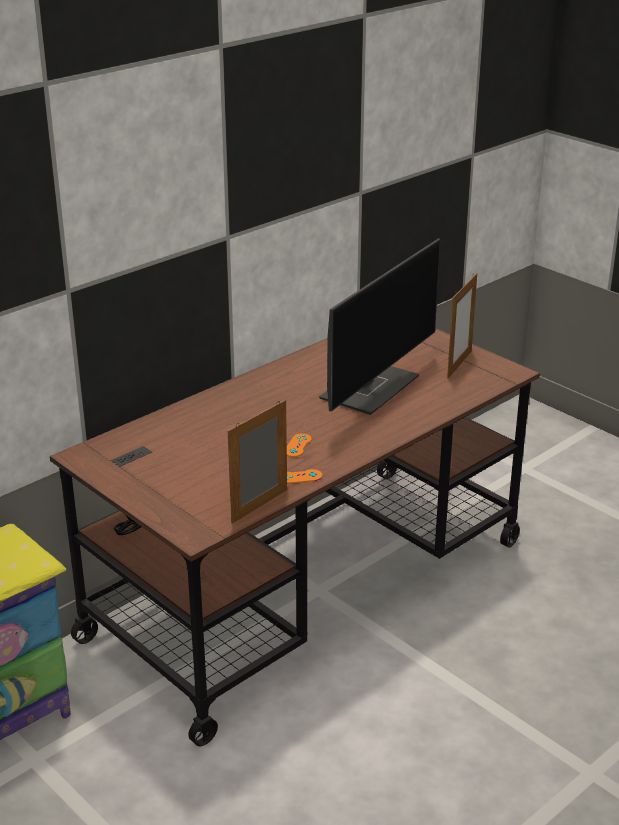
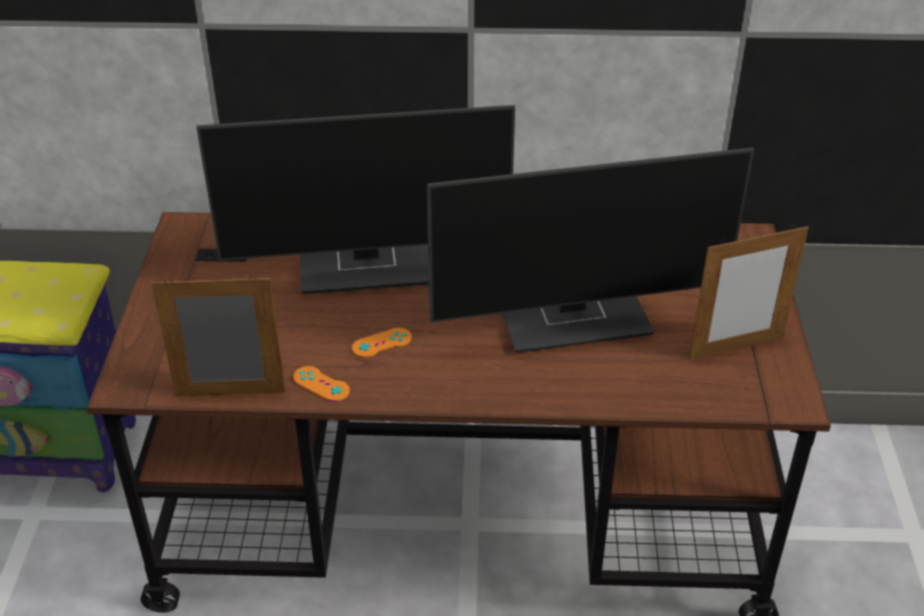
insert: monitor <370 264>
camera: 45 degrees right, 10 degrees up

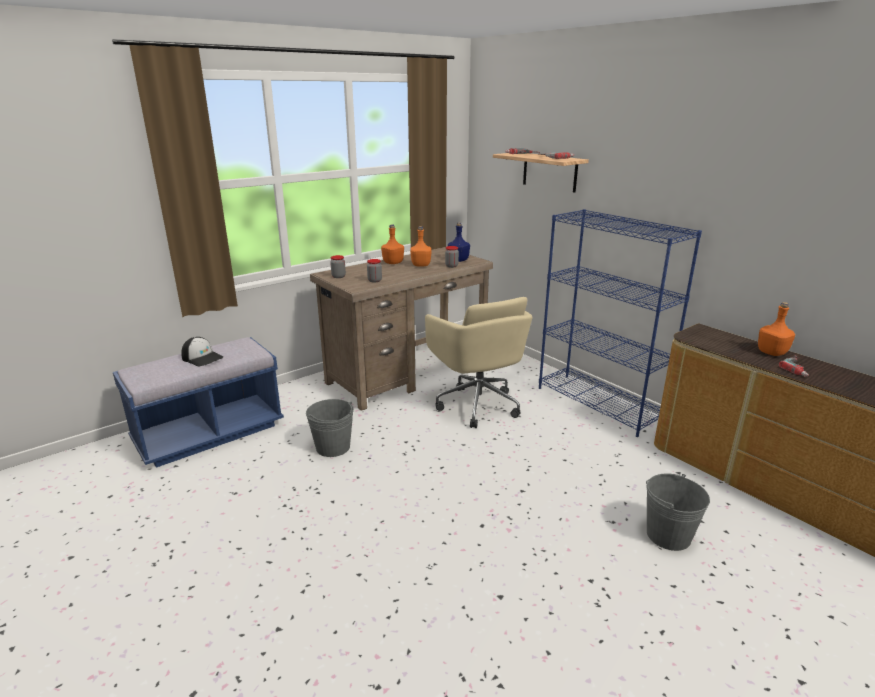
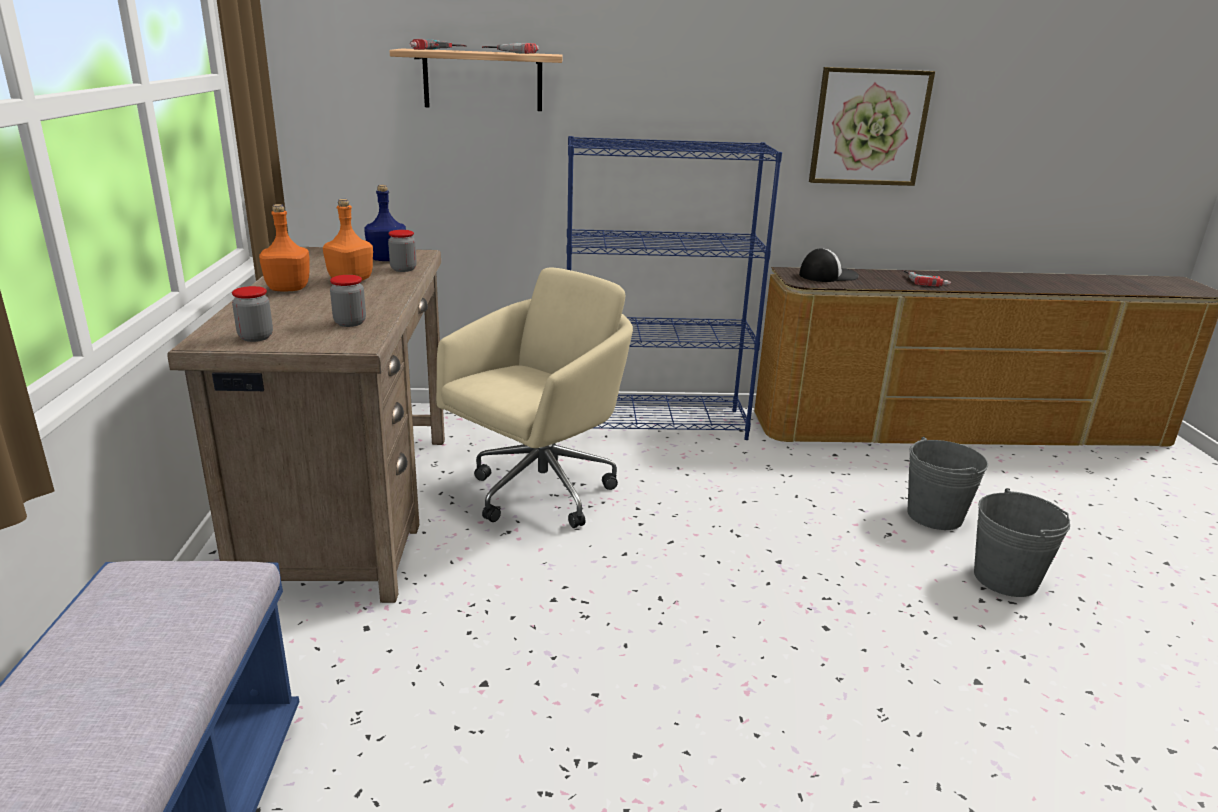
delete: orangey bottle <772 353>
insert: wall art <869 127>
move: cap <202 358> to <827 276>; greyish pail <333 447> to <1005 578>
rotate: beige-coloured desk chair <476 404> = <537 496> 60 degrees counterclockwise
camera: 55 degrees left, 0 degrees up

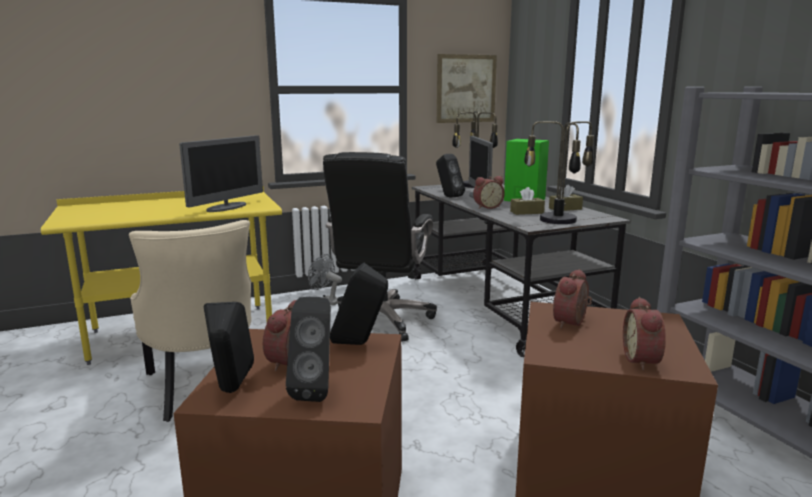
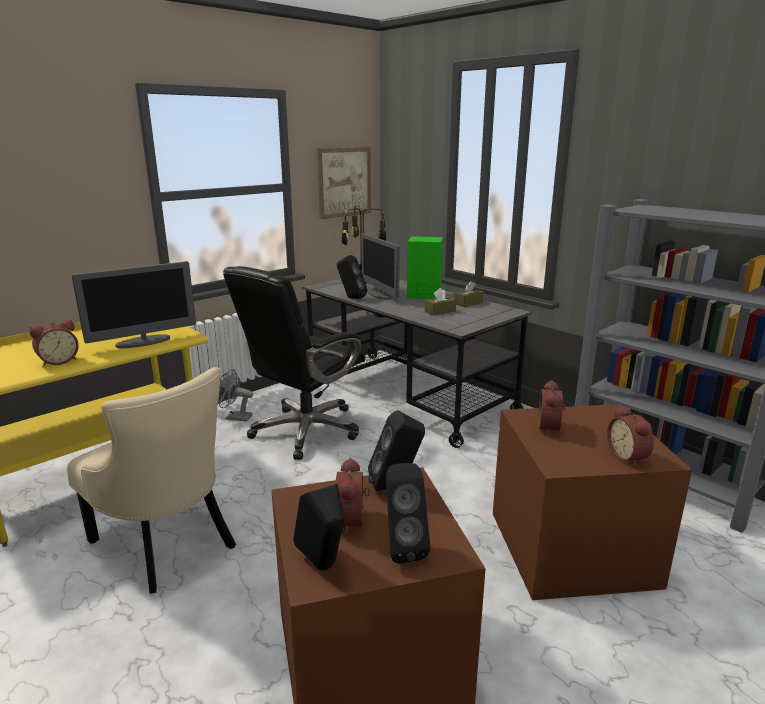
delete: lamp for a table <558 220>
move: table clock <487 207> to <58 361>
rotate: monitor <227 207> = <144 342> 45 degrees clockwise; black desk chair <381 320> = <305 430> 45 degrees clockwise
camera: 20 degrees left, 5 degrees up

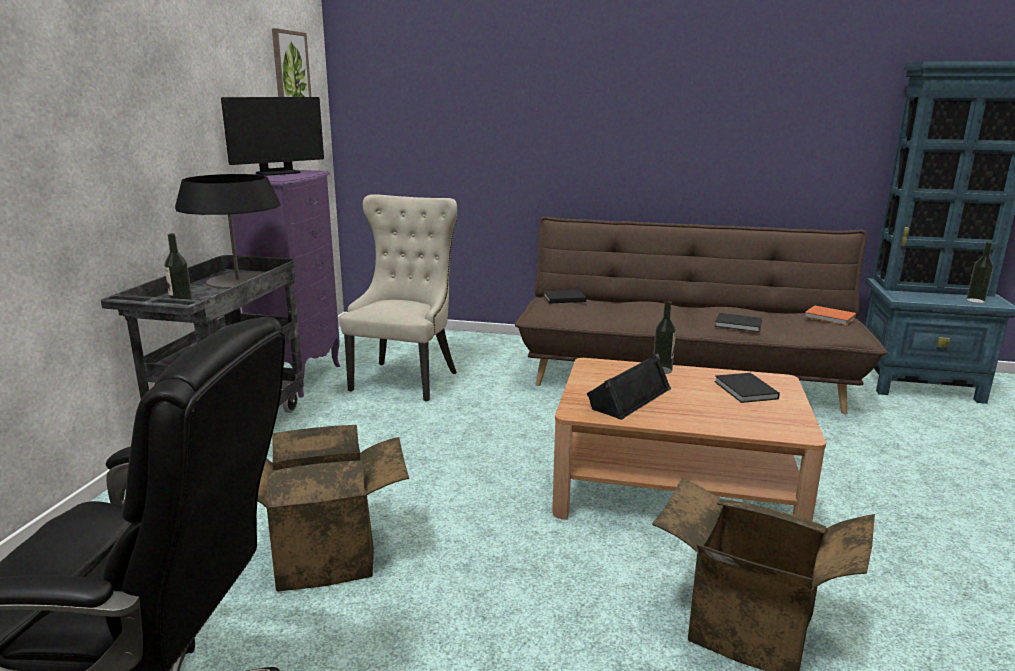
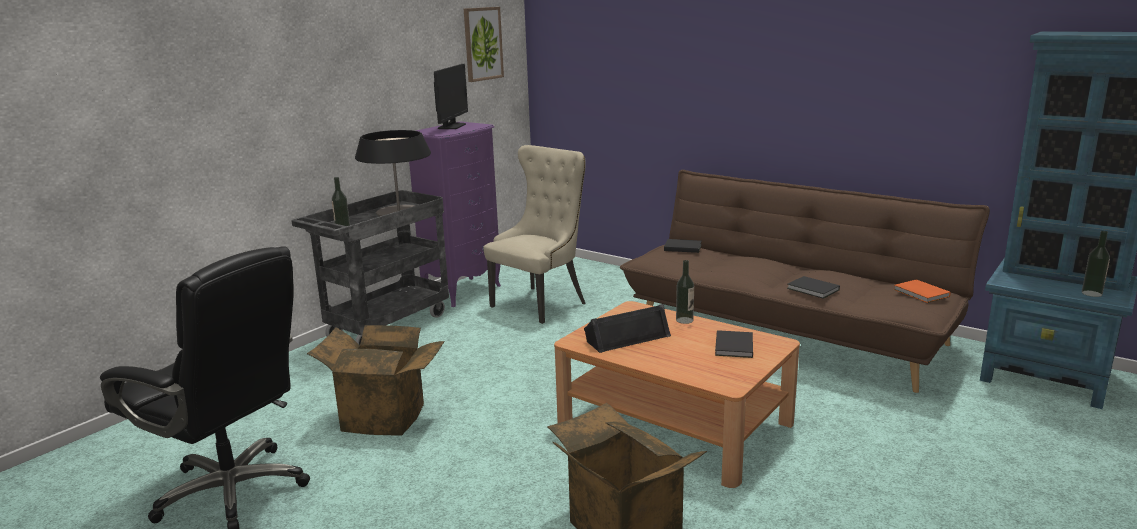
rotate: monitor <278 173> = <451 126> 60 degrees counterclockwise
camera: 25 degrees right, 0 degrees up

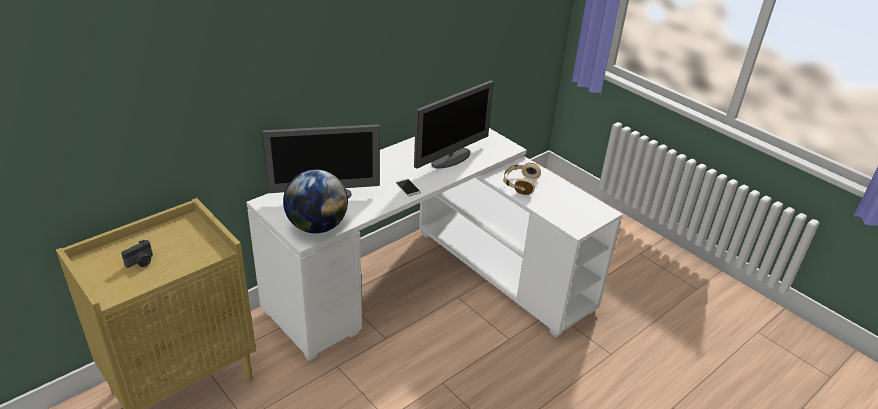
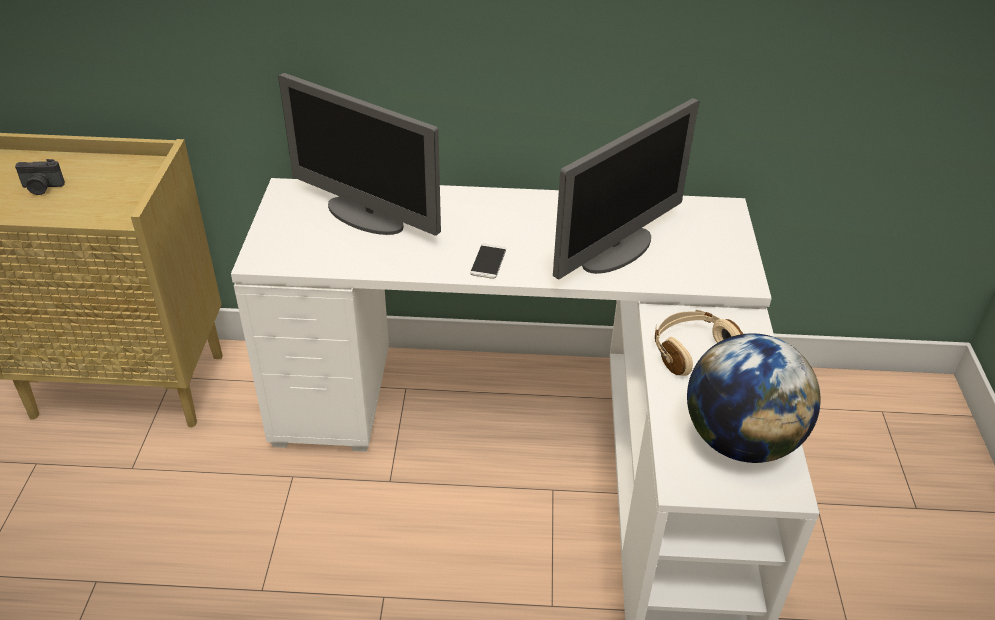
move: globe <317 226> to <740 440>
rotate: monitor <451 158> = <617 251> 45 degrees counterclockwise
camera: 45 degrees right, 5 degrees up

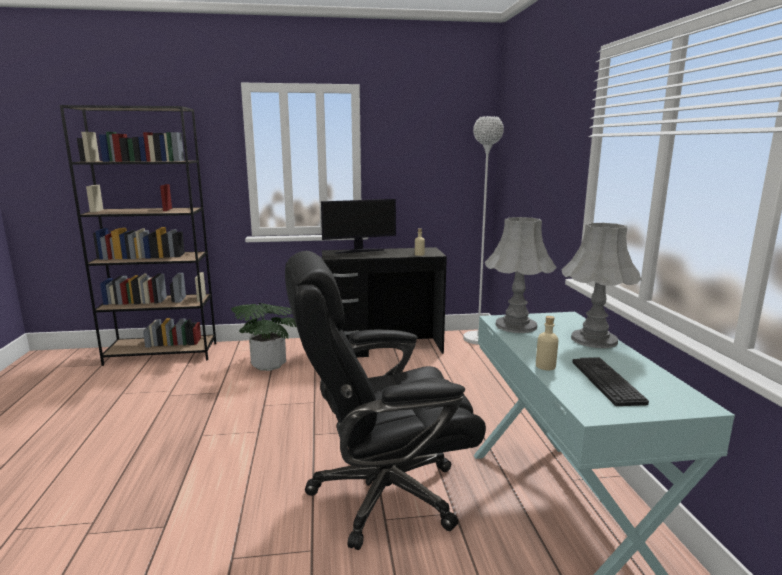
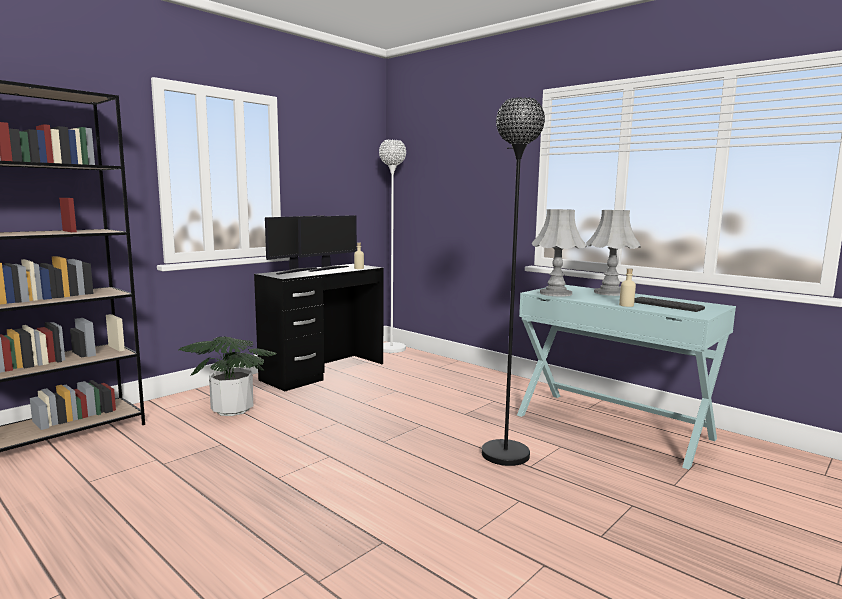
insert: monitor <328 268>
replace: black desk chair <385 494> to black standard lamp <504 454>
camera: 40 degrees left, 5 degrees down

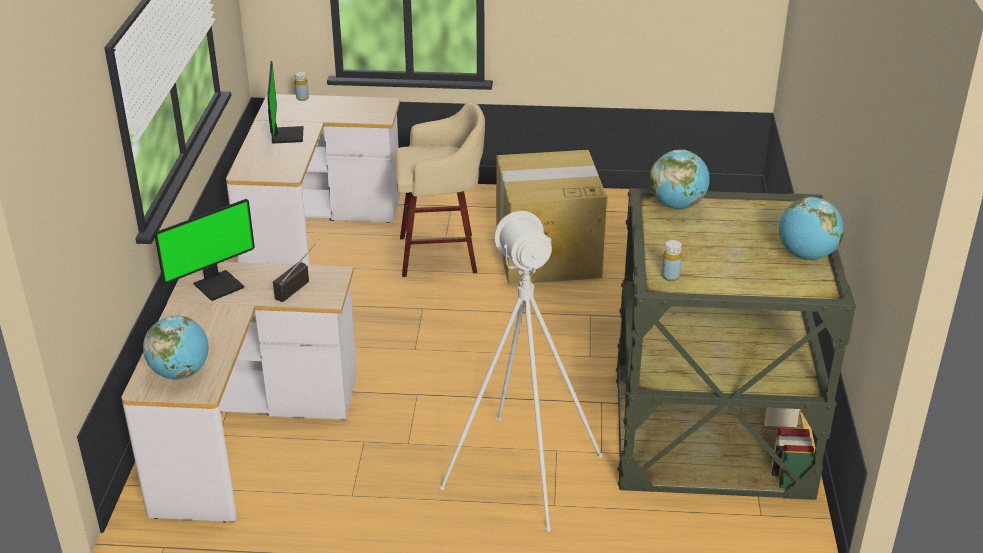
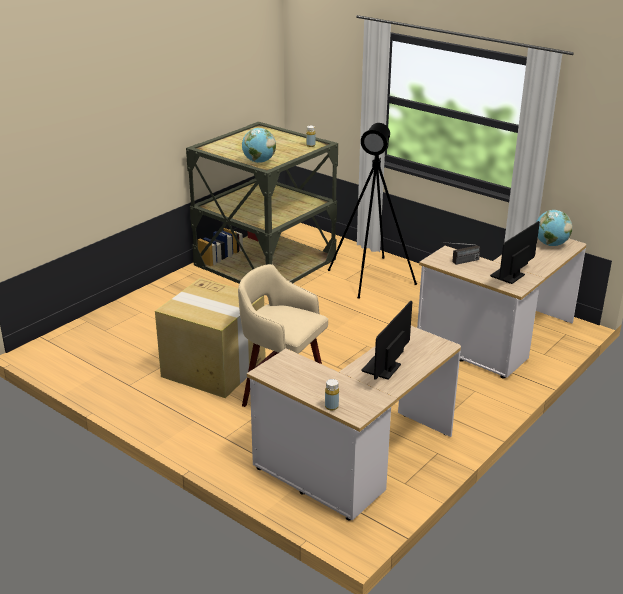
delete: globe <806 255>
recolor: white standard lamp <521 472> to black standard lamp <371 278>
rotate: monitor <218 285> = <508 276> 45 degrees counterclockwise
camera: 145 degrees left, 5 degrees down

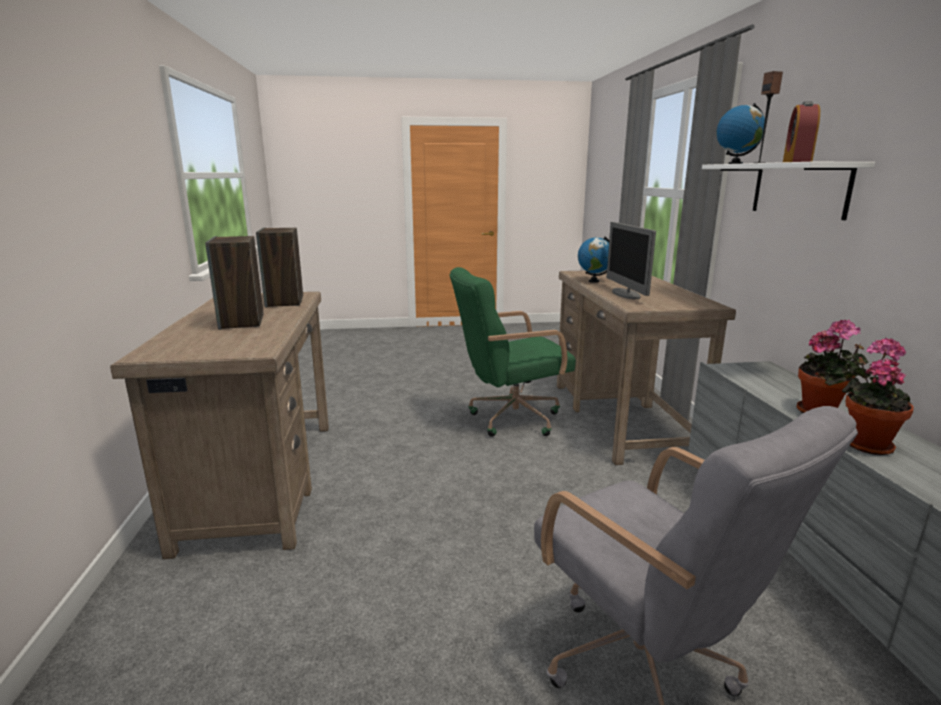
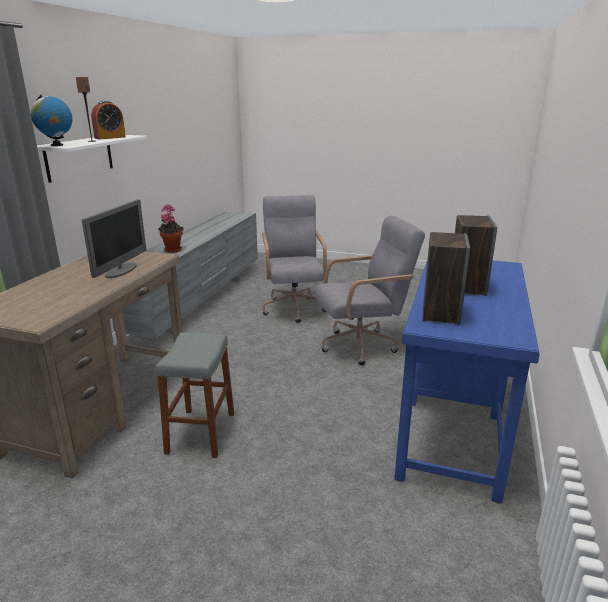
delete: globe <594 281>; houseplant <865 444>
insert: greyish desk chair <362 346>
replace: greenish desk chair <510 420> to greyish stool seat <201 433>
recolor: brownish desk <261 480> to bluish desk <454 424>
camera: 155 degrees left, 5 degrees up

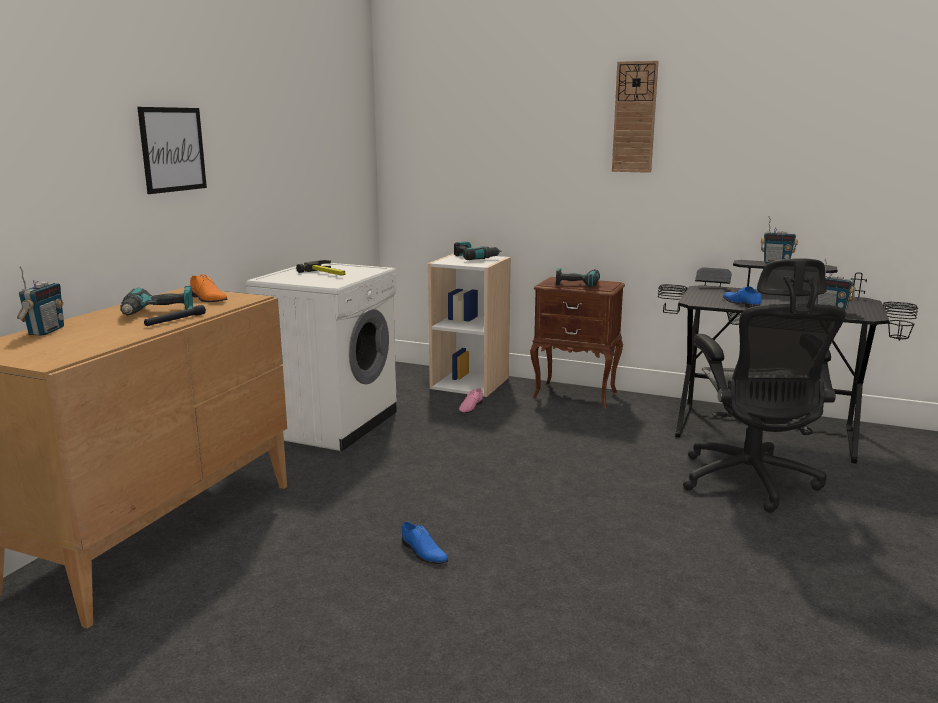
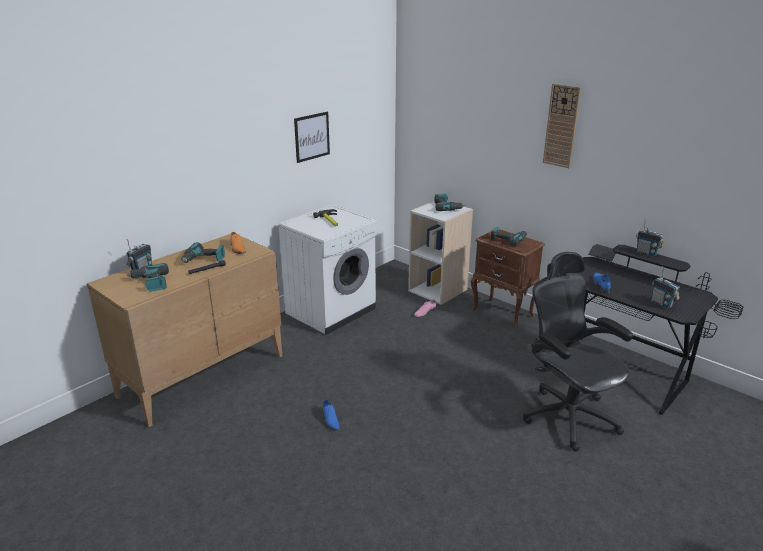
insert: electric drill <151 283>
move: wall art <172 149> to <312 136>
rotate: desk chair <749 484> = <567 415> 135 degrees clockwise
camera: 20 degrees right, 10 degrees up

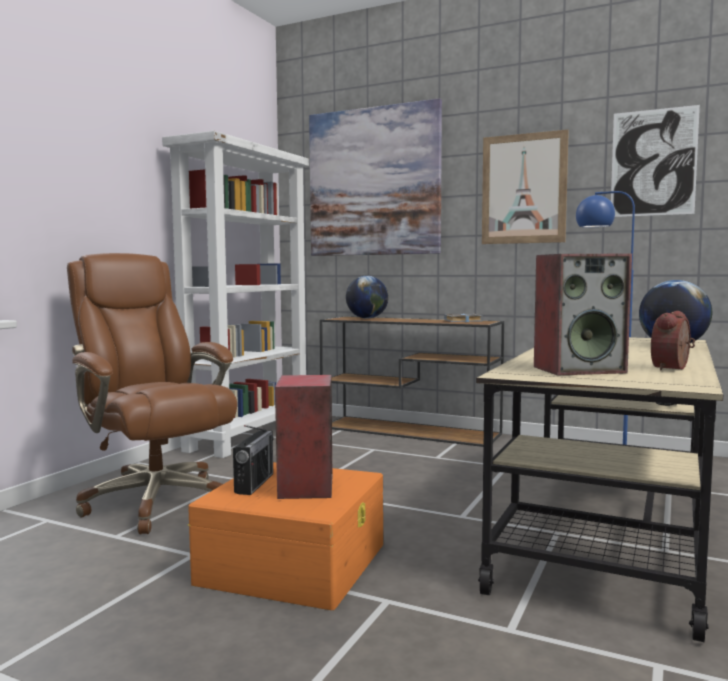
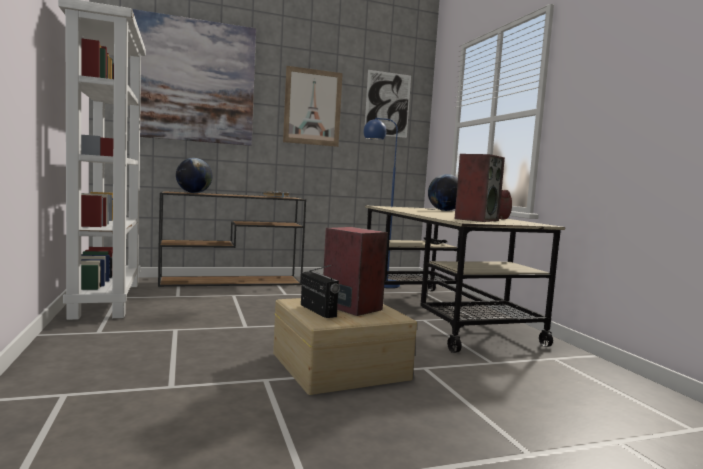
delete: brownish desk chair <156 501>
recolor: orangey storage box <294 562> to beige-coloured storage box <339 365>
camera: 45 degrees left, 0 degrees up

